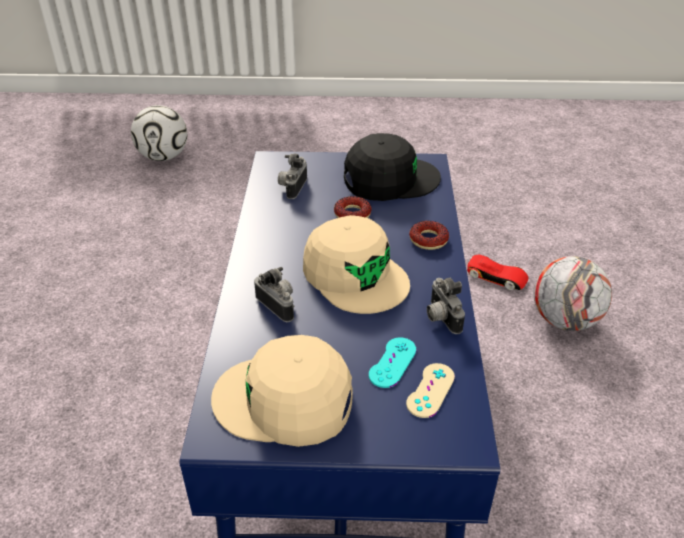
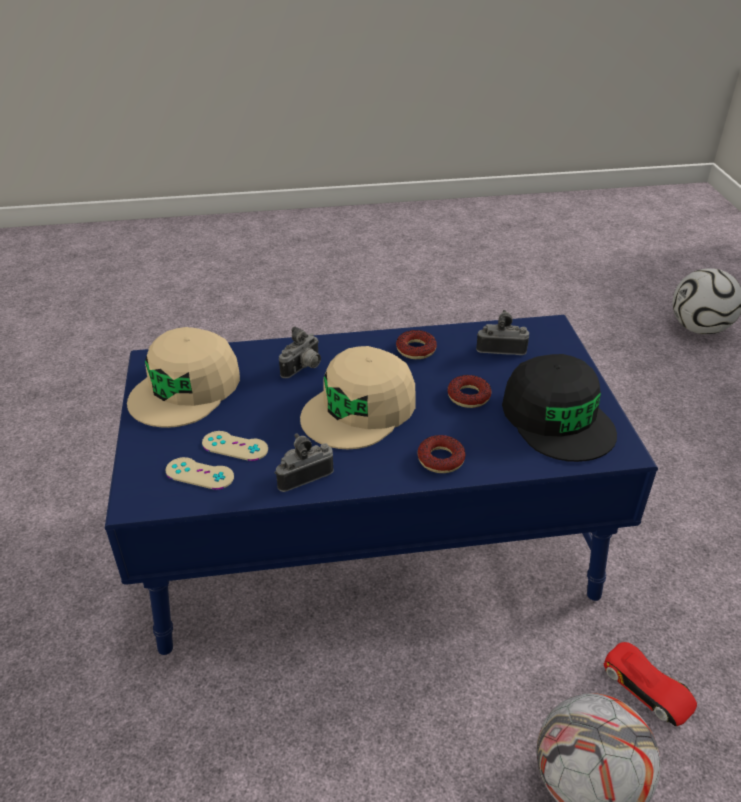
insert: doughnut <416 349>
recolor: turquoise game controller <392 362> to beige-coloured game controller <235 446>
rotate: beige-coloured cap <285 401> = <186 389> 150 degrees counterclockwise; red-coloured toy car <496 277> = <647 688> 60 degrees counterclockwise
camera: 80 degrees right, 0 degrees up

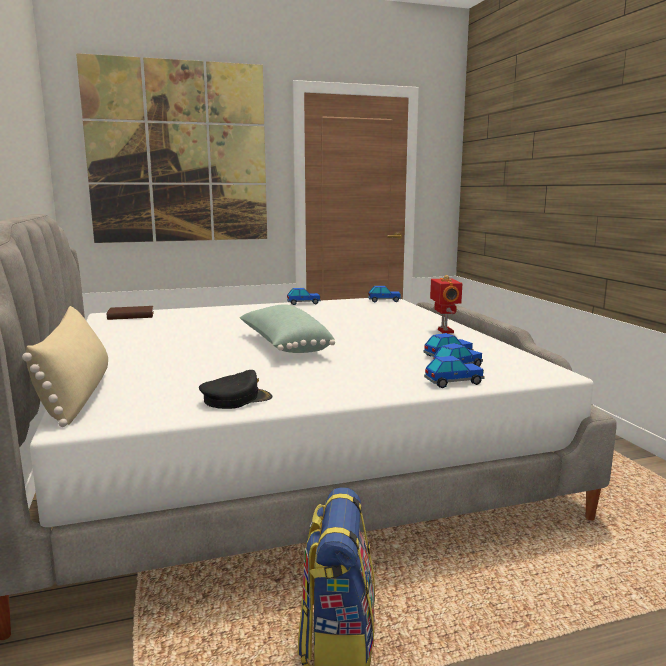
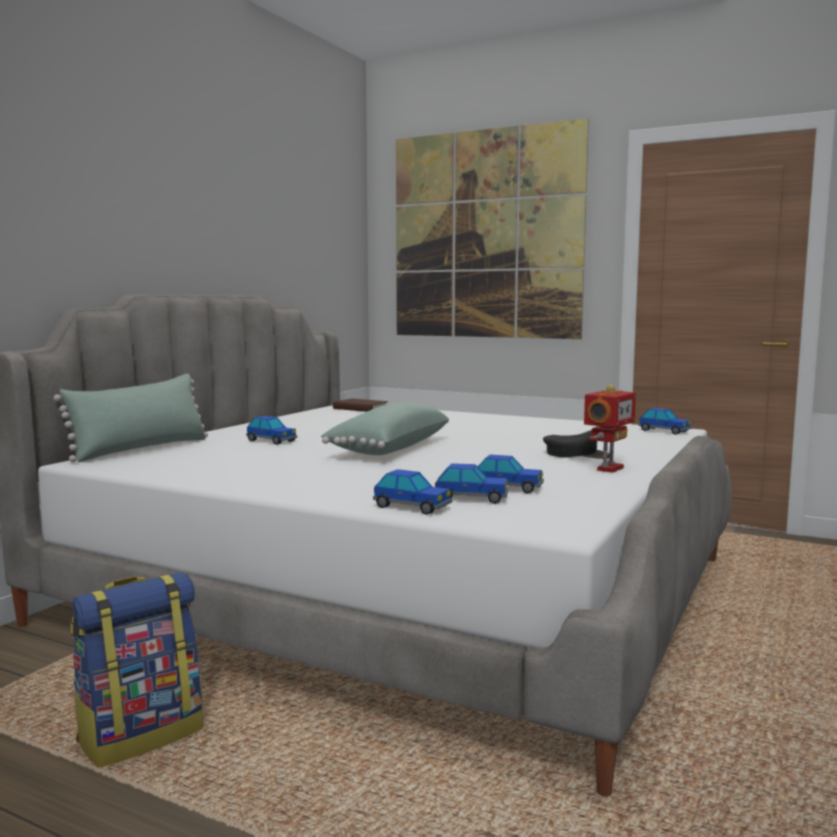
move: black cap <236 399> to <576 454>; toy car <303 303> to <271 441>
recolor: beige-coloured pillow <77 395> to greenish pillow <141 449>
camera: 45 degrees right, 5 degrees down

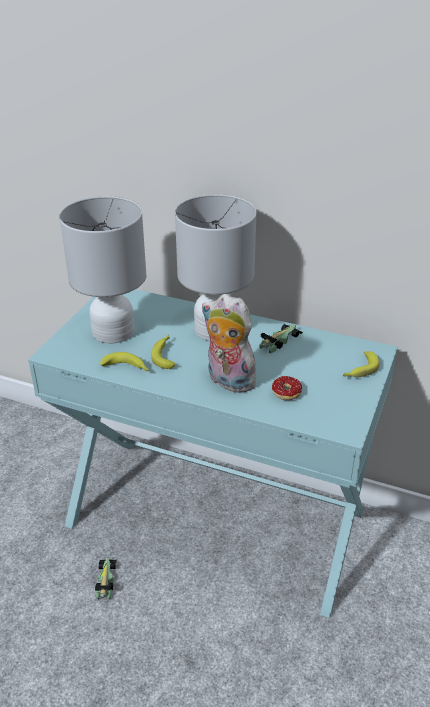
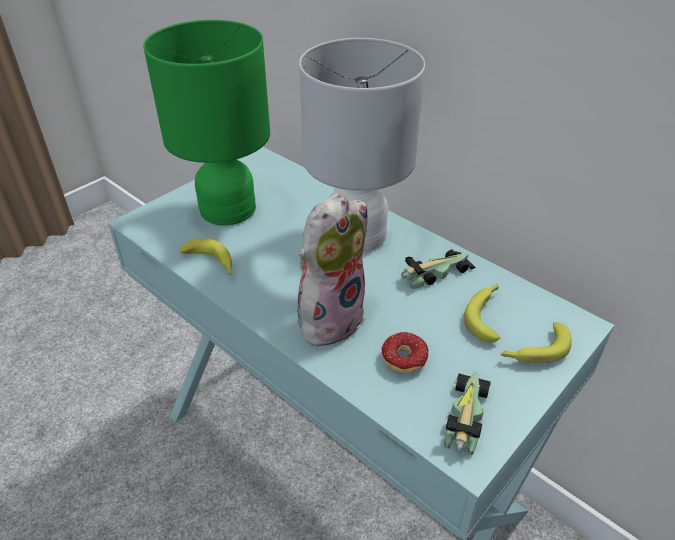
move: toy car <105 581> to <466 416>; banana fruit <165 354> to <487 315>
recolor: greyish lamp for a table <114 331> to greenish lamp for a table <229 209>
rotate: soft toy <227 381> = <330 317> 75 degrees clockwise
camera: 20 degrees right, 5 degrees up

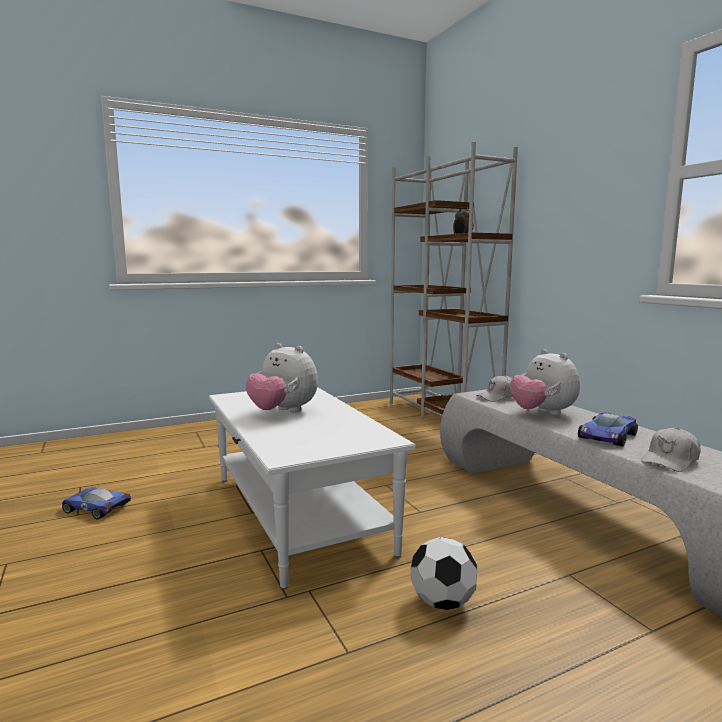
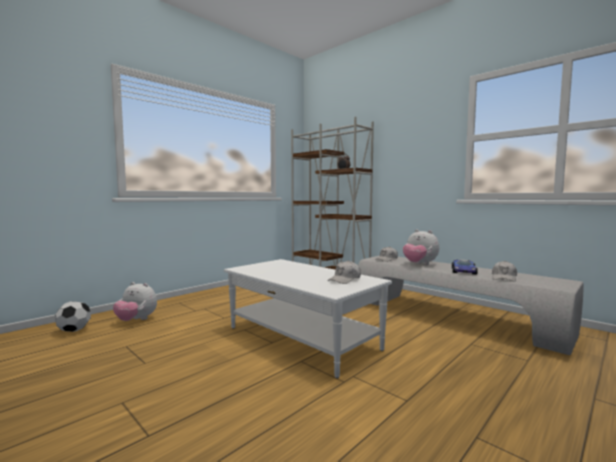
delete: toy car <96 507>
insert: white cap <345 279>
move: soft toy <283 412> to <136 320>; ball for football <442 602> to <74 330>
camera: 20 degrees left, 5 degrees down

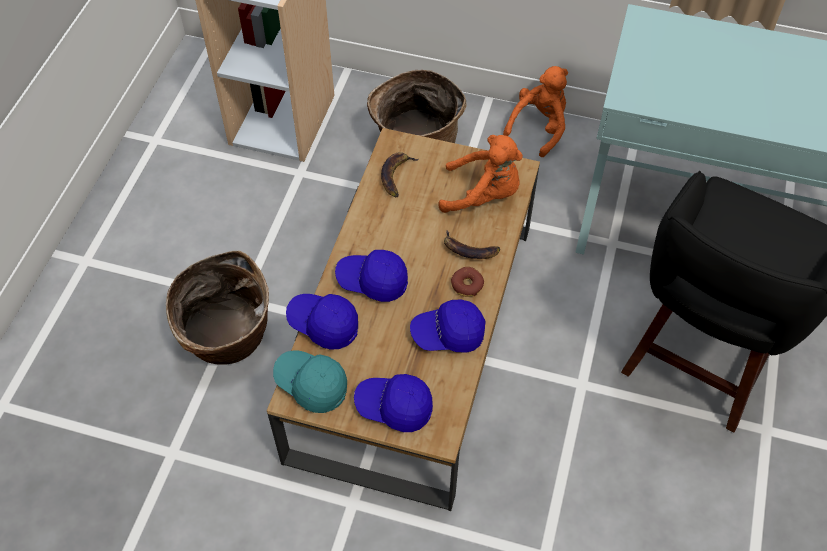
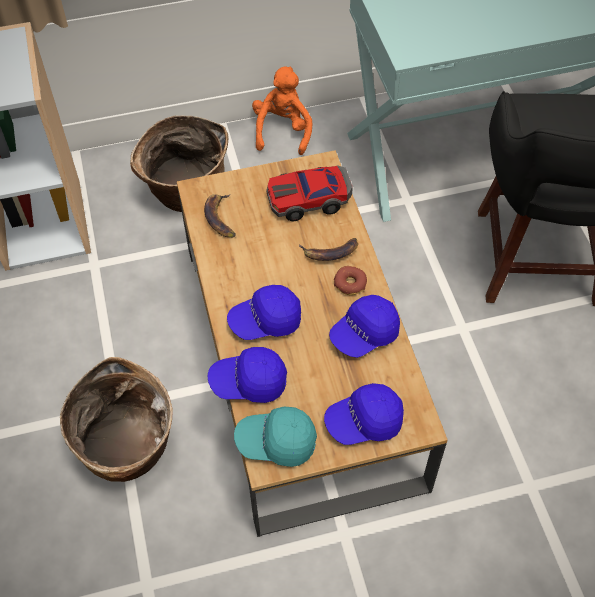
replace: orangey soft toy <483 195> to toy car <308 200>
camera: 30 degrees left, 0 degrees up

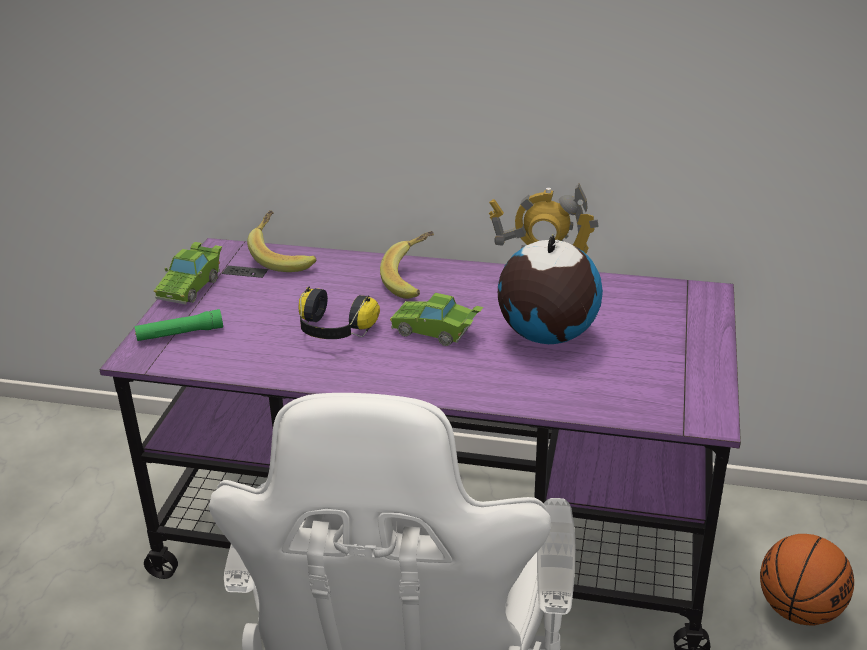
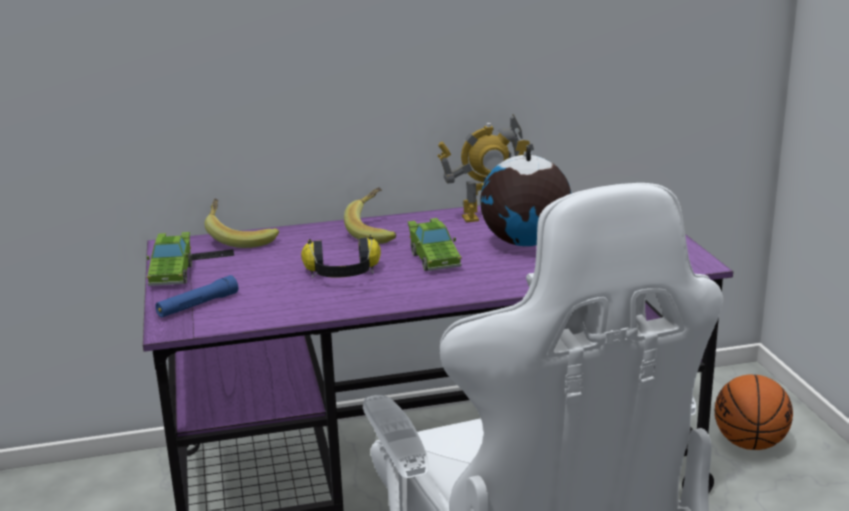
recolor: greenish torch <180 333> to bluish torch <198 305>
rotate: greenish toy car <437 332> = <433 258> 105 degrees counterclockwise
camera: 25 degrees left, 10 degrees down

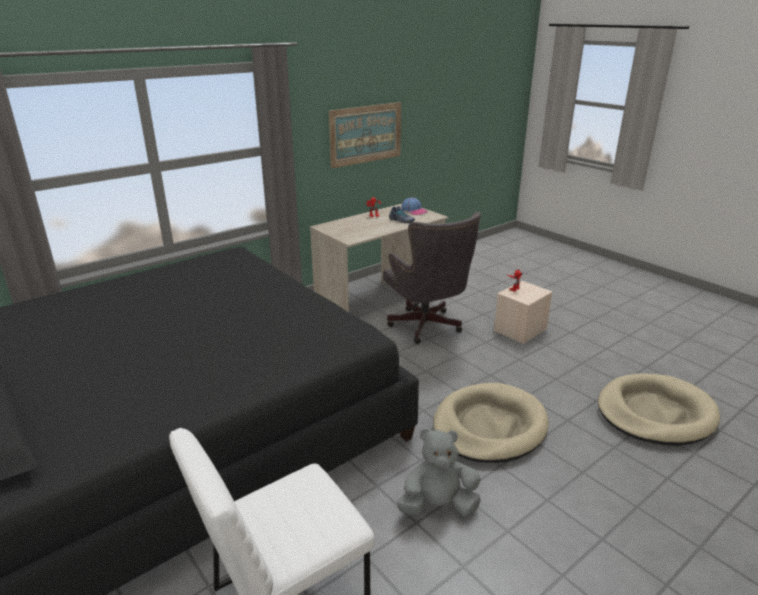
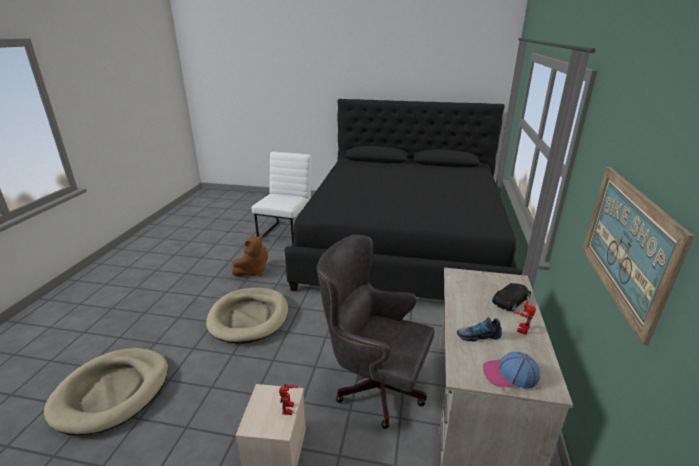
insert: black toy car <511 300>
recolor: greyish soft toy <438 506> to brownish soft toy <253 271>
camera: 140 degrees right, 0 degrees up

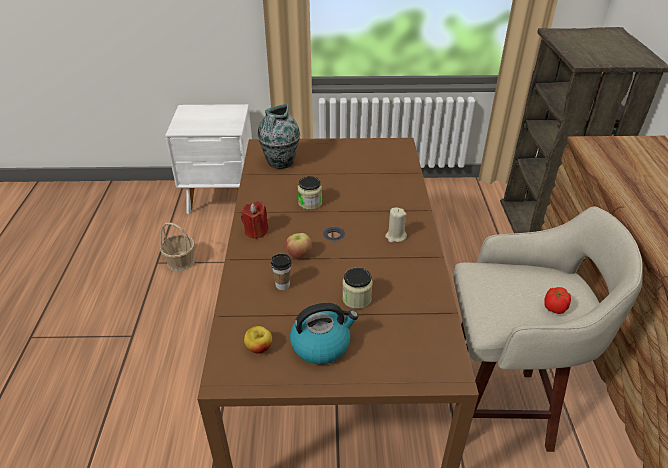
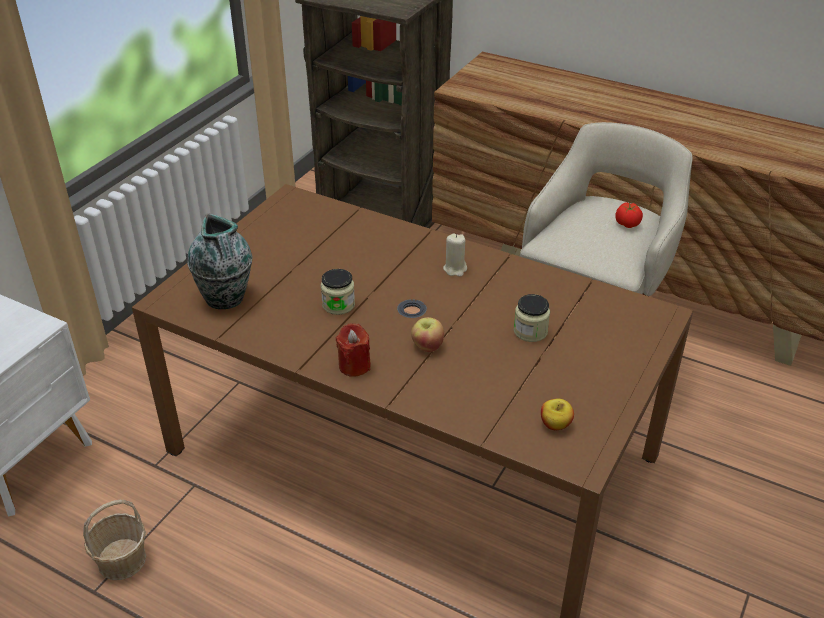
delete: drinking cup <282 285>; water kettle <321 344>
camera: 60 degrees left, 0 degrees up

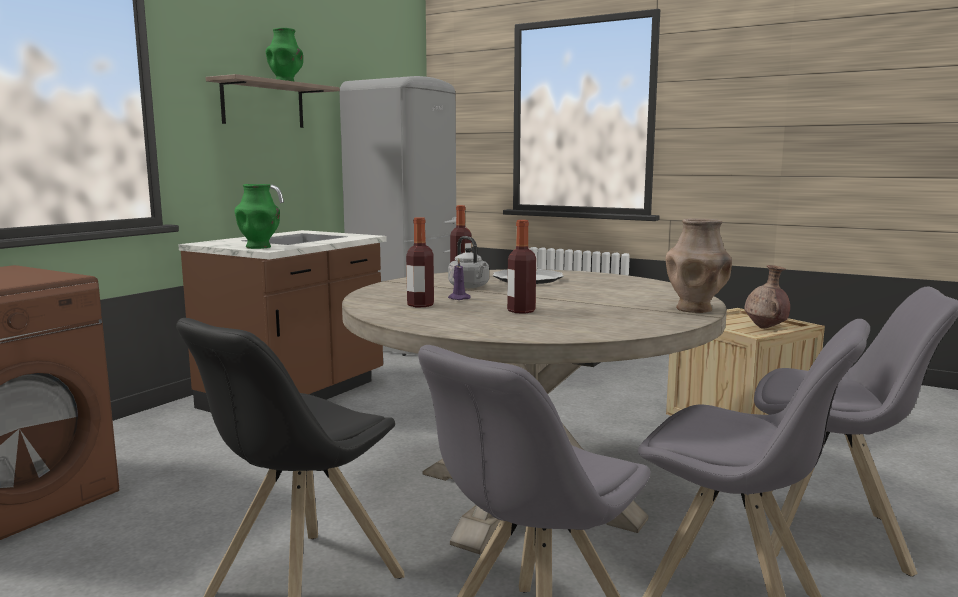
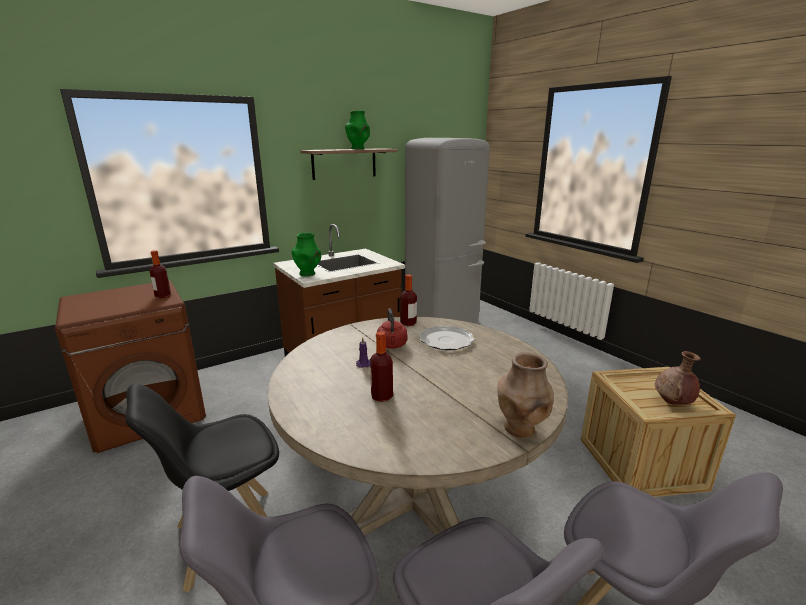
move: bottle <420 305> to <163 296>
recolor: greyish water kettle <470 287> to red-coloured water kettle <392 345>
camera: 25 degrees right, 10 degrees up

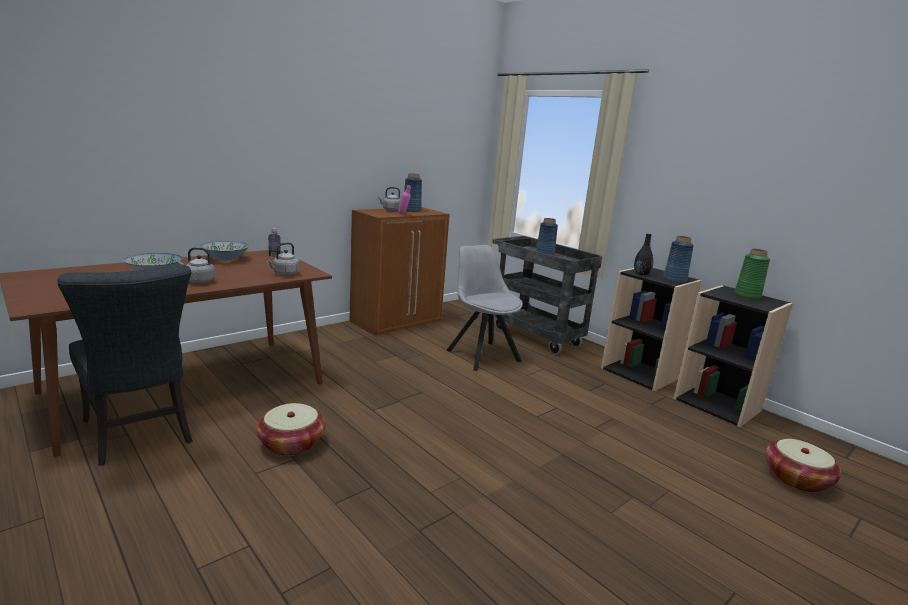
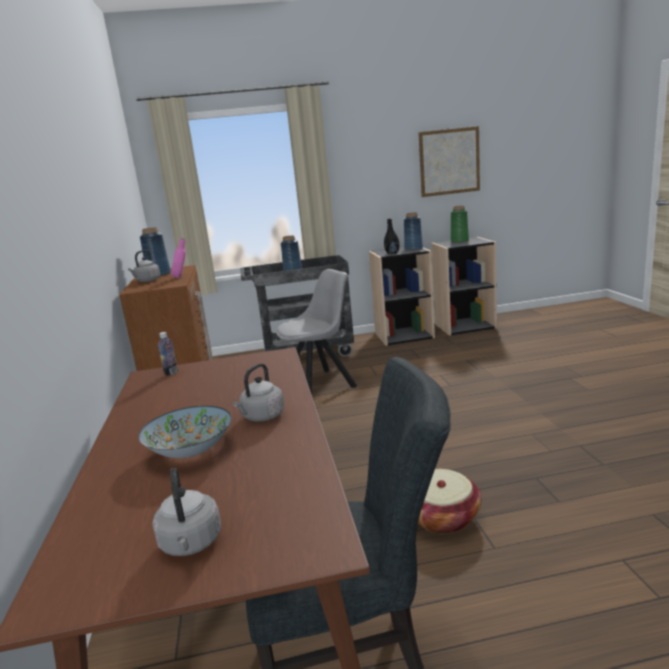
delete: bowl <225 259>; storage basket <796 479>
insert: wall art <449 161>
move: greyish water kettle <284 274> to <191 544>
rotate: greyish chair <482 355> = <320 385> 150 degrees clockwise
camera: 55 degrees left, 0 degrees up

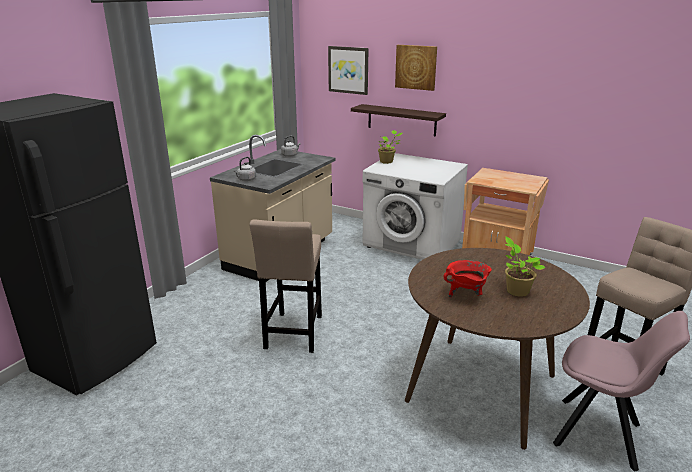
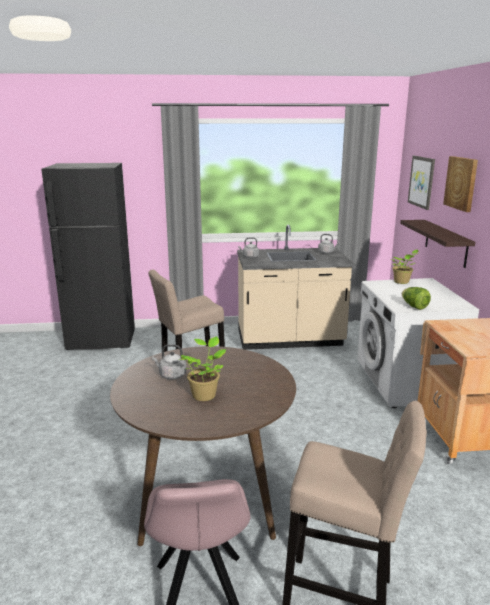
insert: head of lettuce <414 306>
replace: red-coloured stockpot <466 294> to greyish water kettle <171 375>
camera: 55 degrees right, 5 degrees down

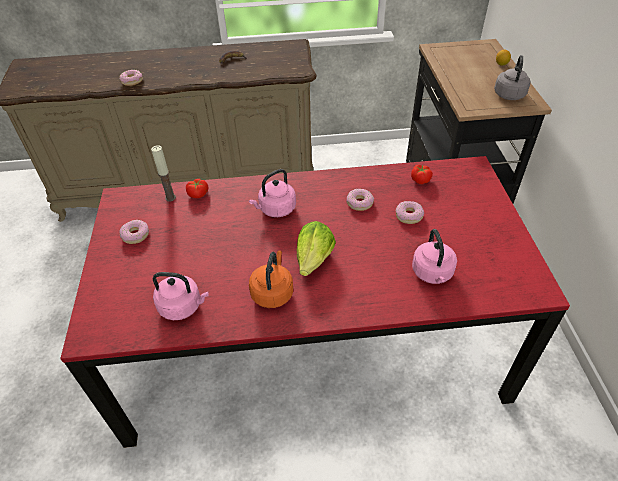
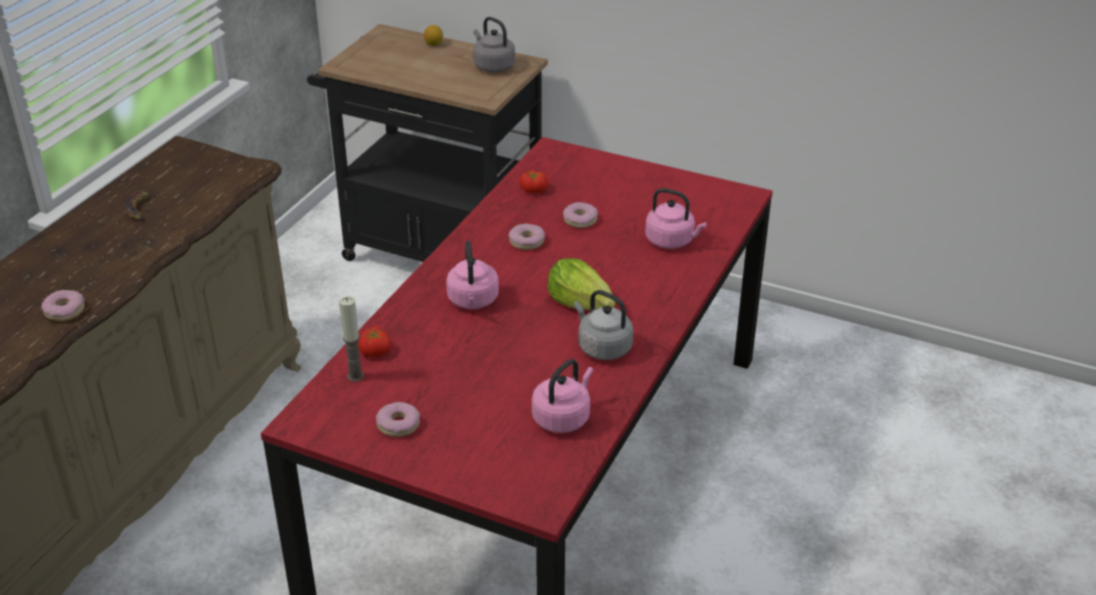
recolor: orangey water kettle <273 292> to greyish water kettle <602 347>
camera: 60 degrees left, 10 degrees down

